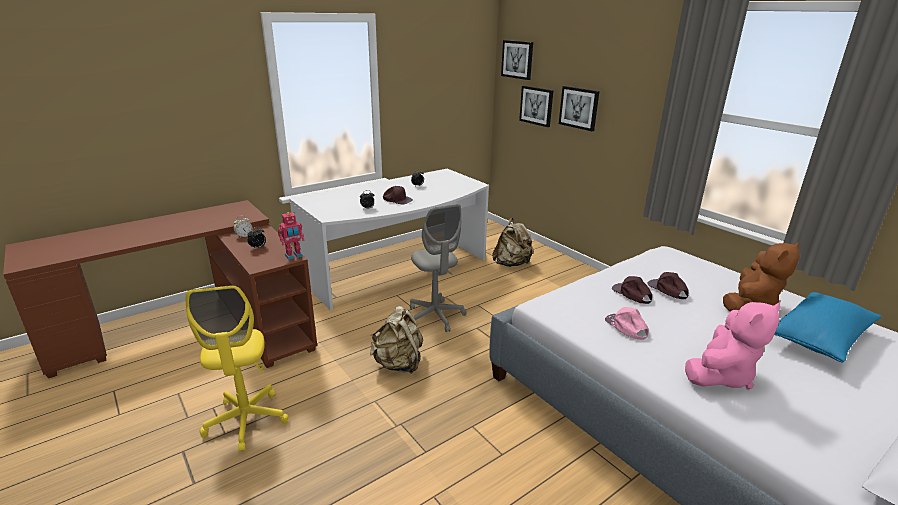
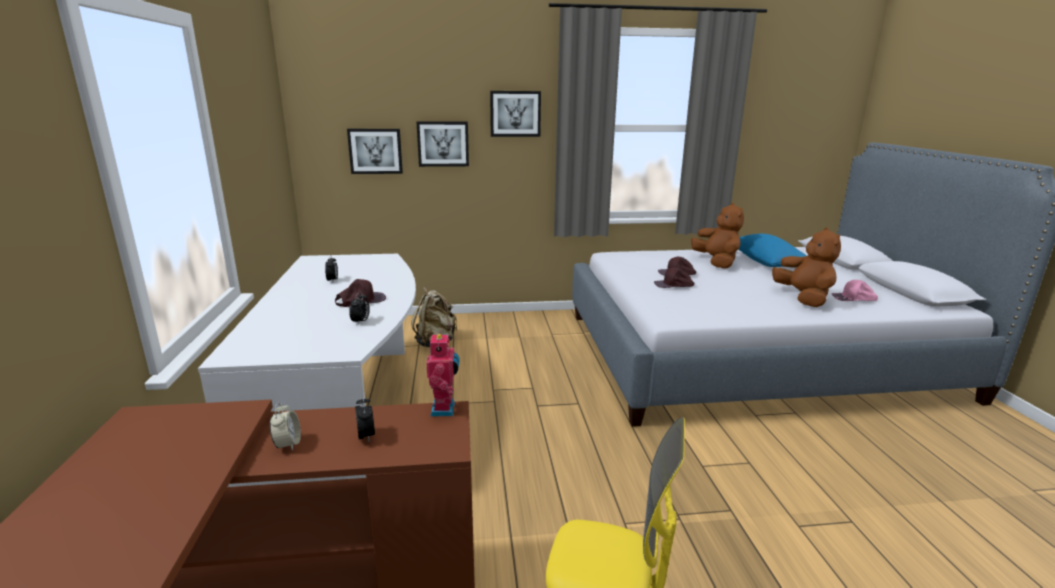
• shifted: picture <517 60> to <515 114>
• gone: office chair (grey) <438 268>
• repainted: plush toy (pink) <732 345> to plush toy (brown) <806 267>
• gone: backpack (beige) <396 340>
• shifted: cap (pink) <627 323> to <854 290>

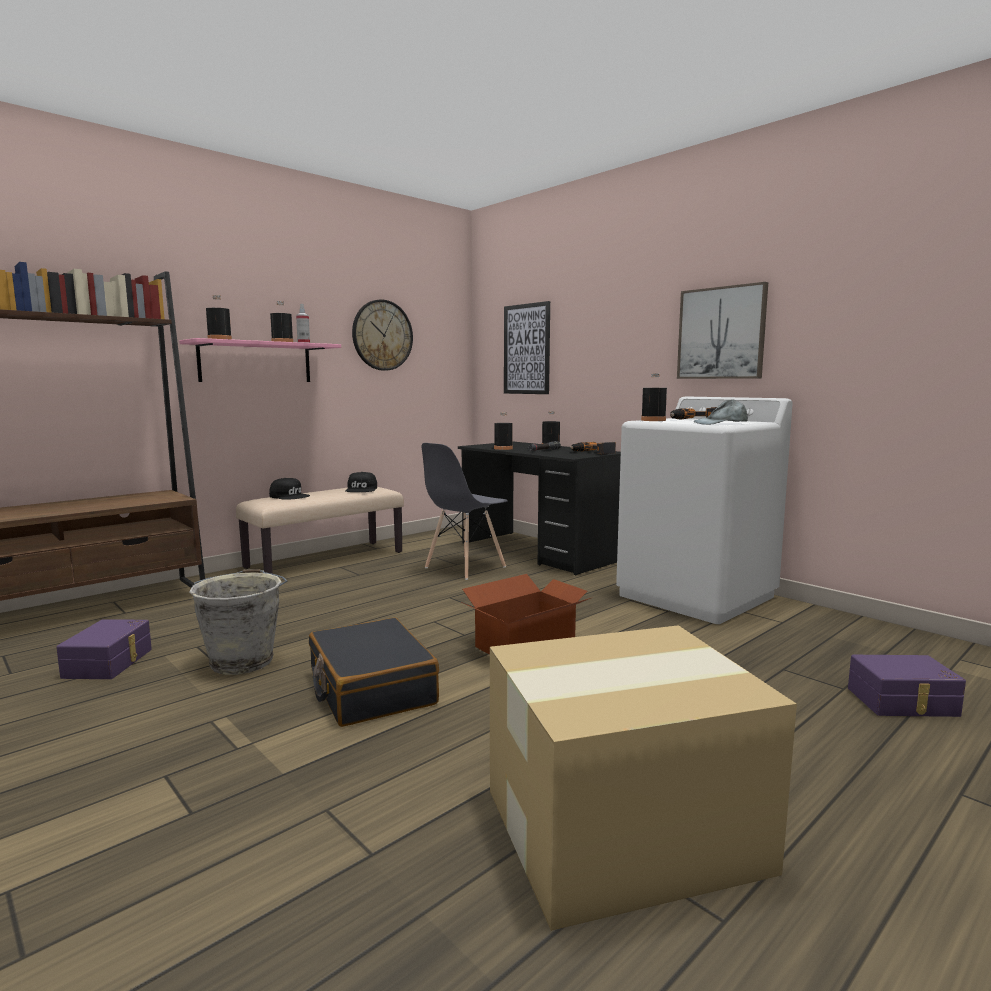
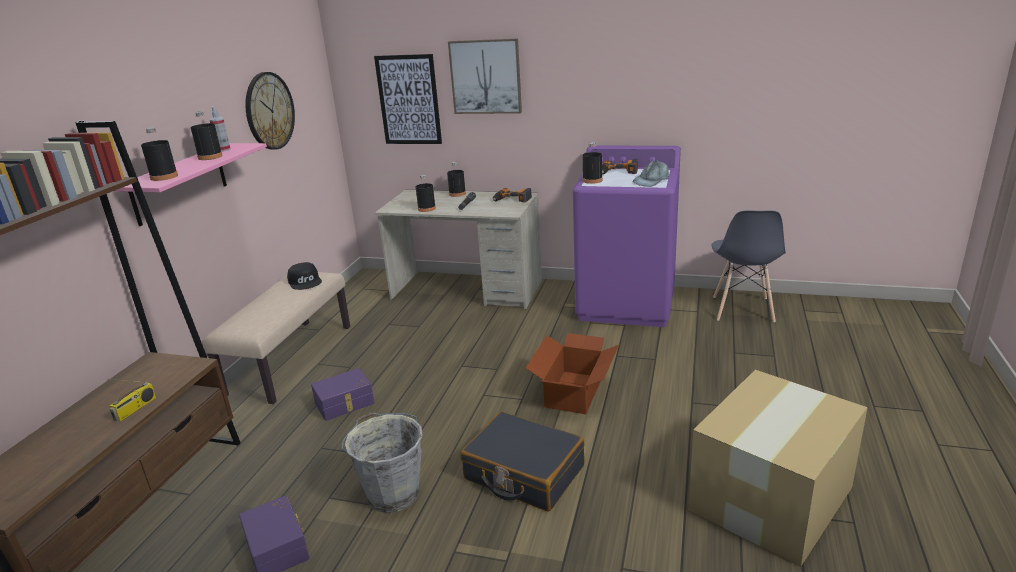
• shifted: picture <722 330> to <485 76>
• repainted: washing machine (white) <704 510> to washing machine (purple) <627 236>
• repainted: desk (black) <539 509> to desk (beige) <458 249>
• shifted: chair (grey) <465 511> to <749 266>
• gone: cap (black) <289 489>
• shifted: storage box (purple) <907 686> to <342 394>
• new: radio <132 400>

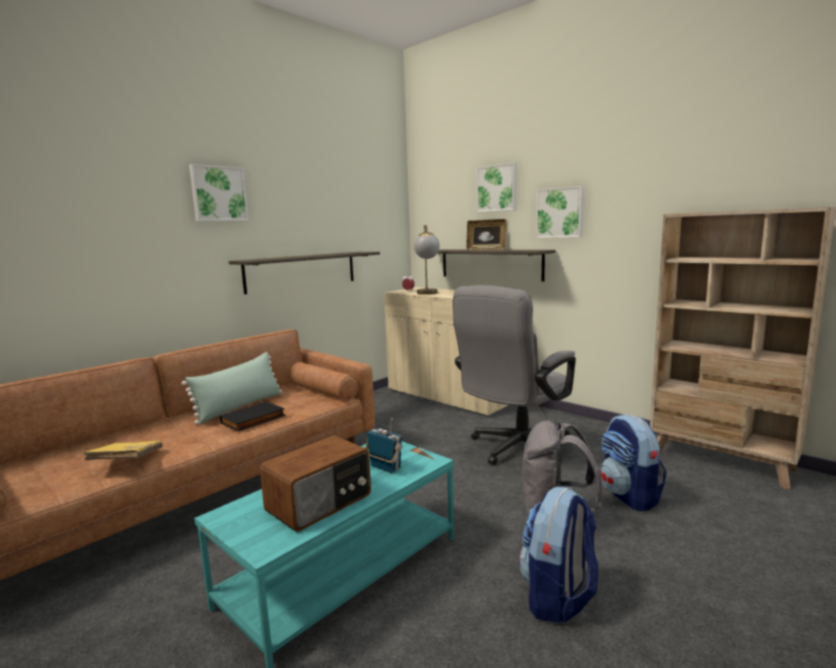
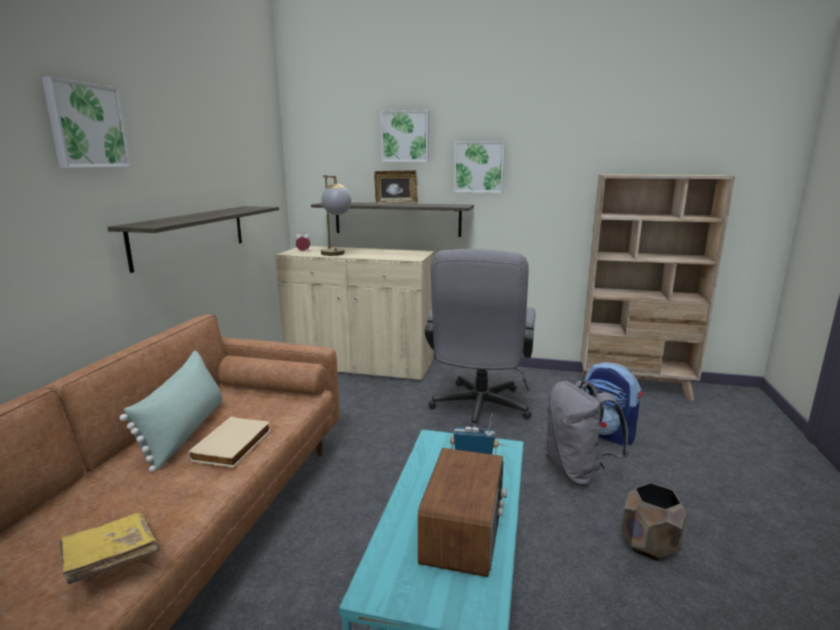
• repainted: book (black) <253 416> to book (beige) <229 442>
• swapped: backpack <558 555> to planter (brown) <654 522>

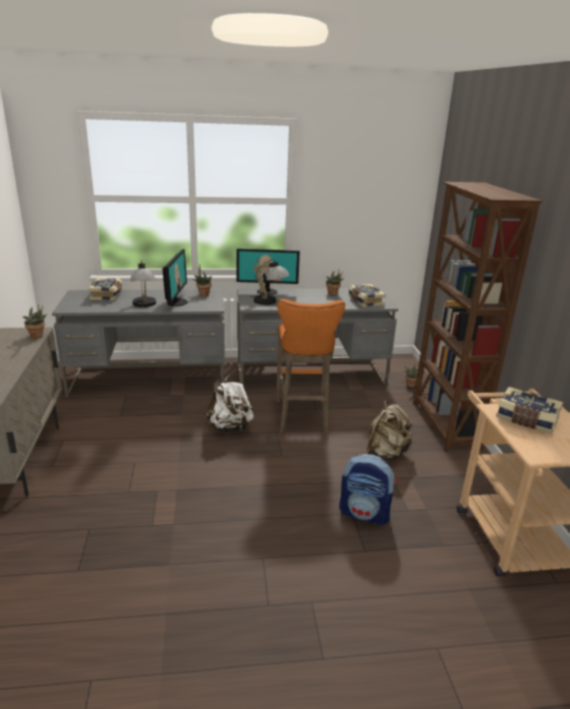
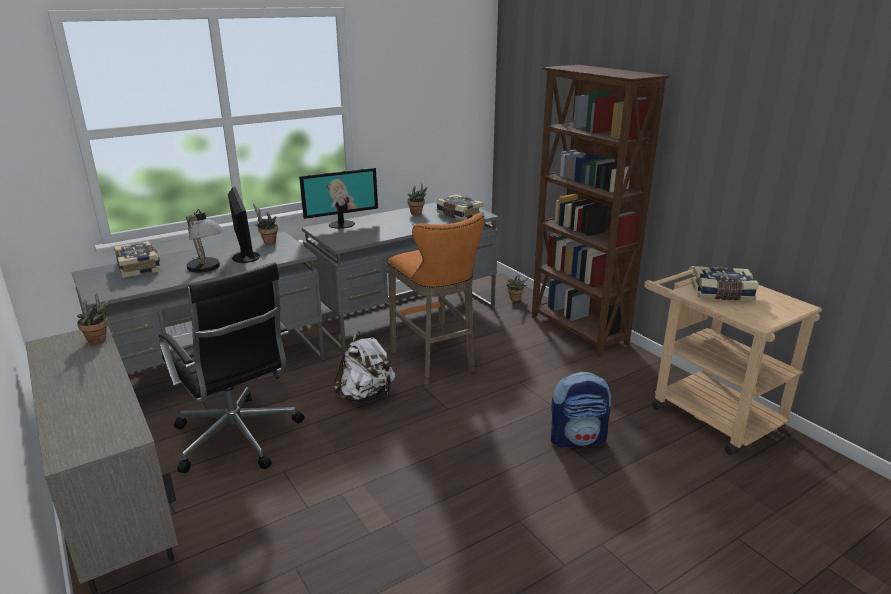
• gone: table lamp <270 282>
• gone: backpack (beige) <389 430>
• new: office chair (black) <232 367>

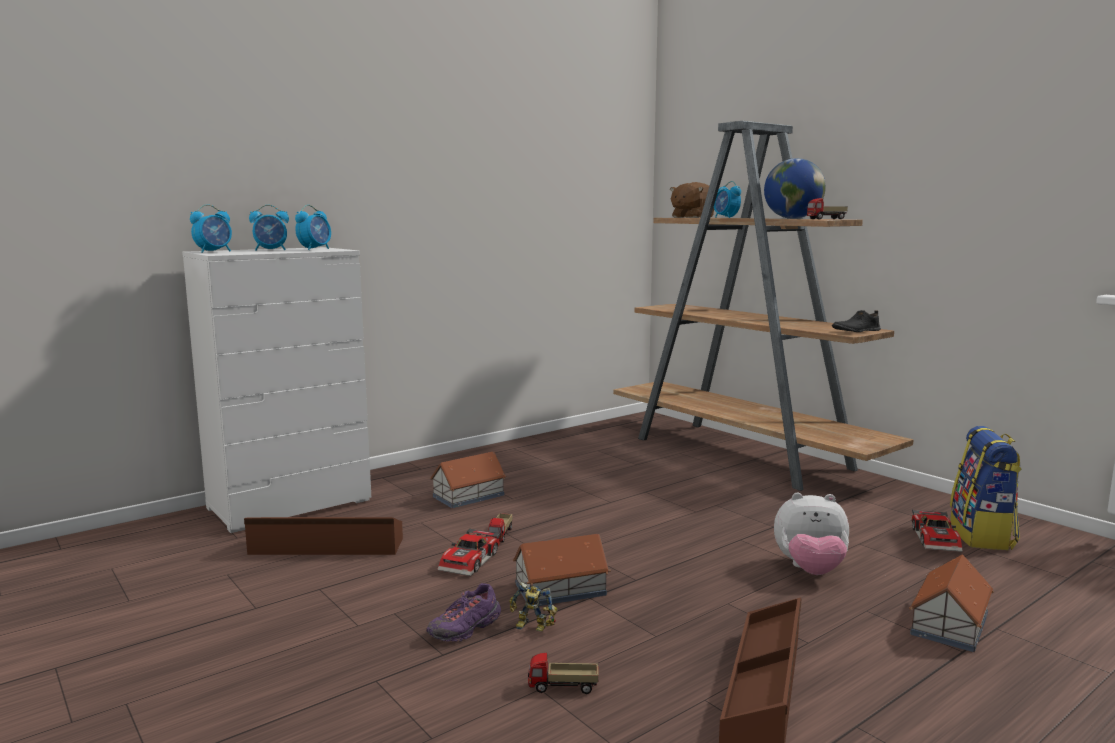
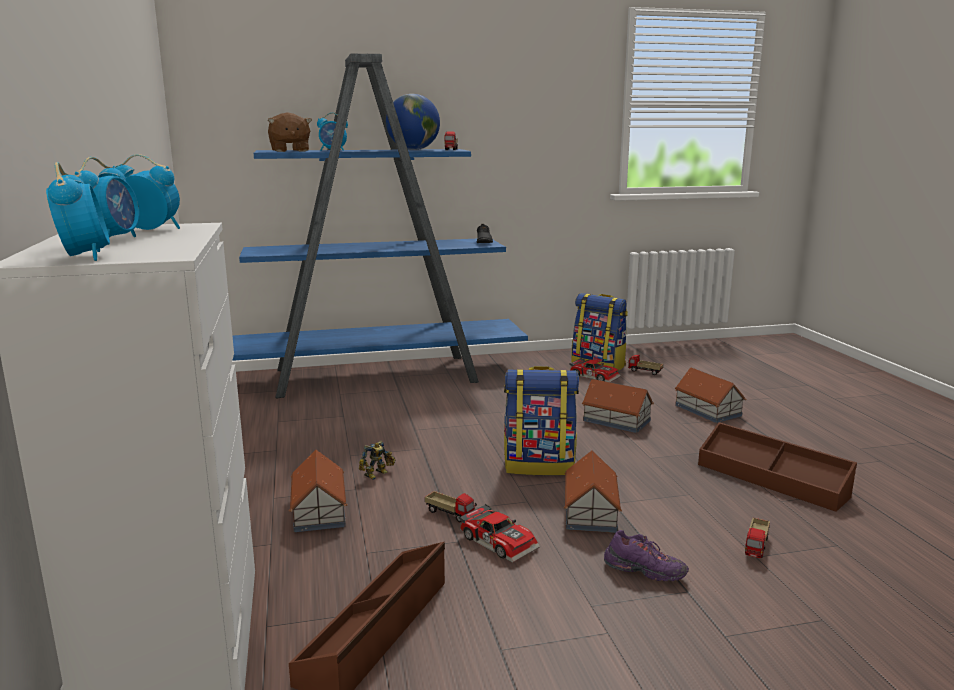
• repainted: bookcase (brown) <763 306> to bookcase (blue) <380 226>
• rotated: alarm clock <313 227> = <146 192> 45 degrees counterclockwise
• swapped: plush toy <811 534> to toy house <618 406>
• shifted: toy robot <533 607> to <377 460>
• rotated: shoe (purple) <463 612> = <646 555> 45 degrees counterclockwise
• new: toy truck <645 365>
• new: backpack <541 421>

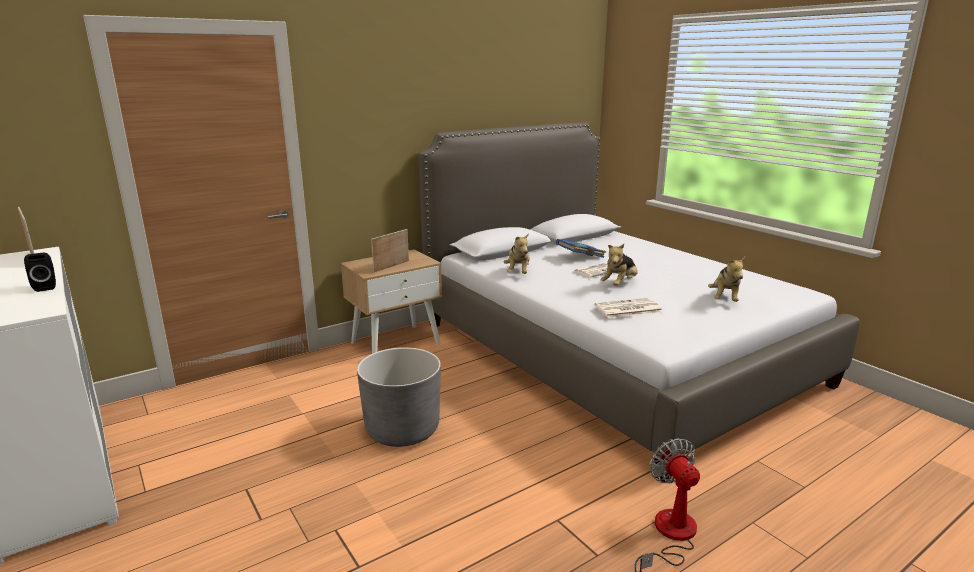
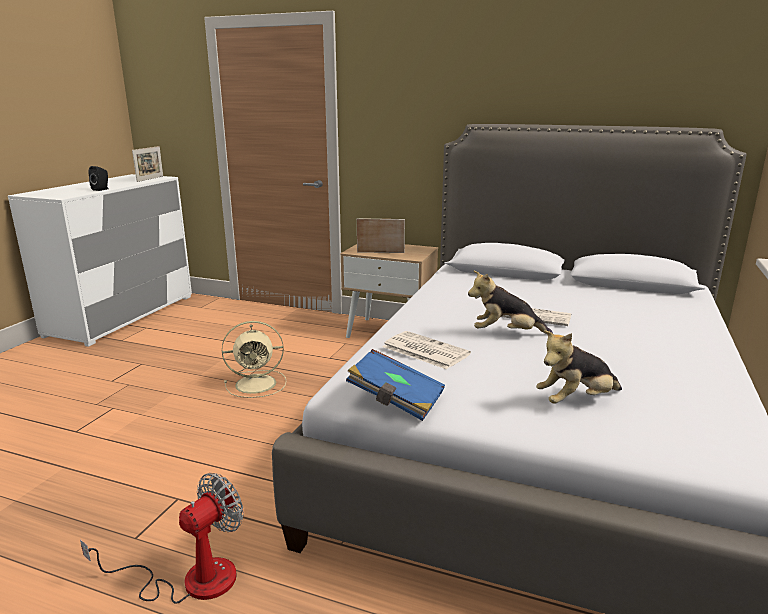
• gone: plush toy <517 253>
• shifted: book (blue) <581 248> to <395 385>
• swapped: planter (grey) <399 397> to fan (beige) <254 359>

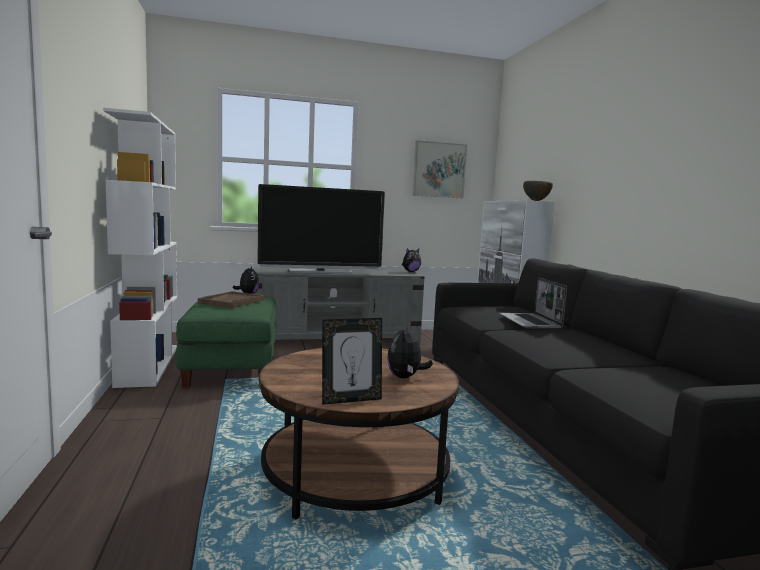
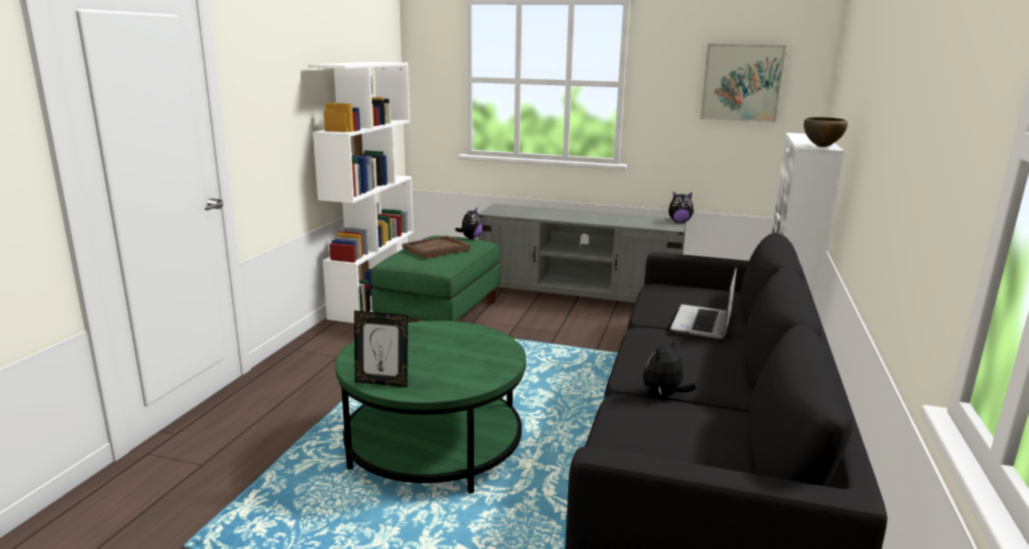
• gone: television <321 229>
• shifted: plush toy <410 351> to <669 367>
• repainted: coffee table (brown) <359 433> to coffee table (green) <430 407>

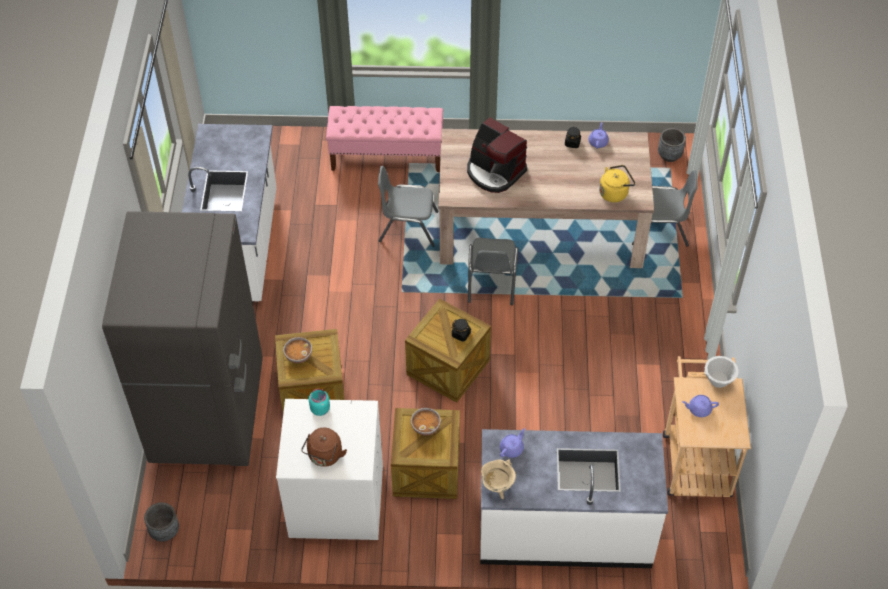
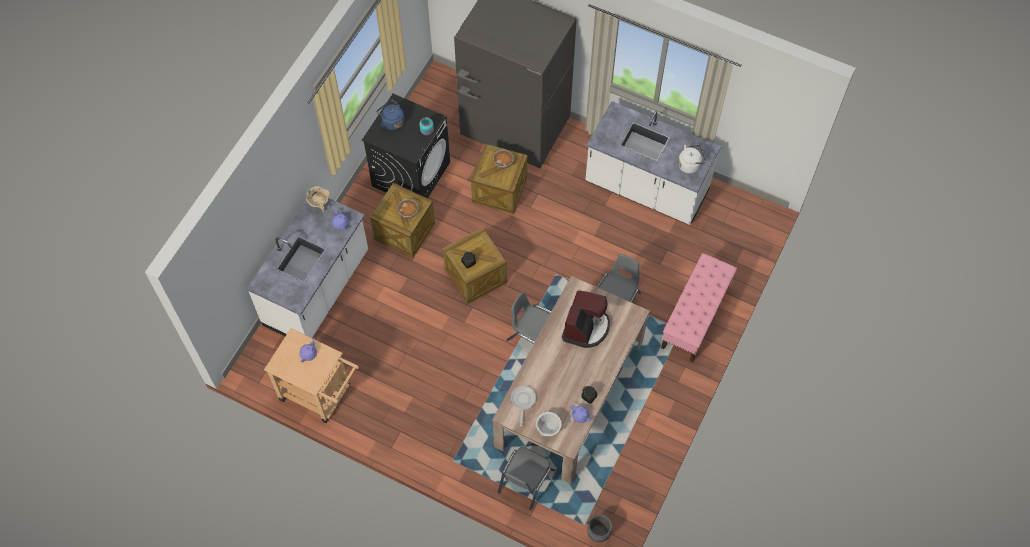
• rotated: coffee machine <497 155> = <586 319> 135 degrees clockwise
• swapped: kettle (yellow) <617 183> to frying pan <523 406>
• shifted: bowl (white) <721 372> to <549 424>
• repainted: washing machine (white) <329 469> to washing machine (black) <406 146>
• repainted: kettle (brown) <324 447> to kettle (blue) <390 115>
• gone: planter (grey) <161 522>
• new: kettle (white) <692 159>

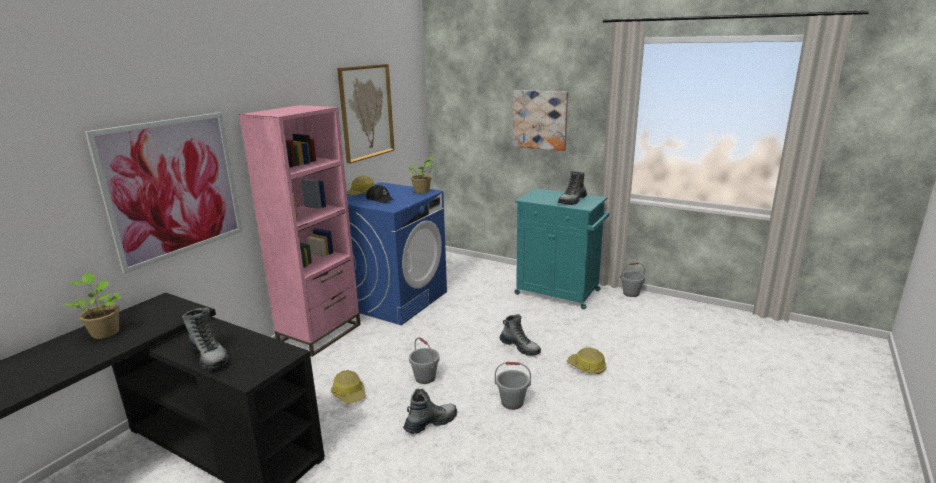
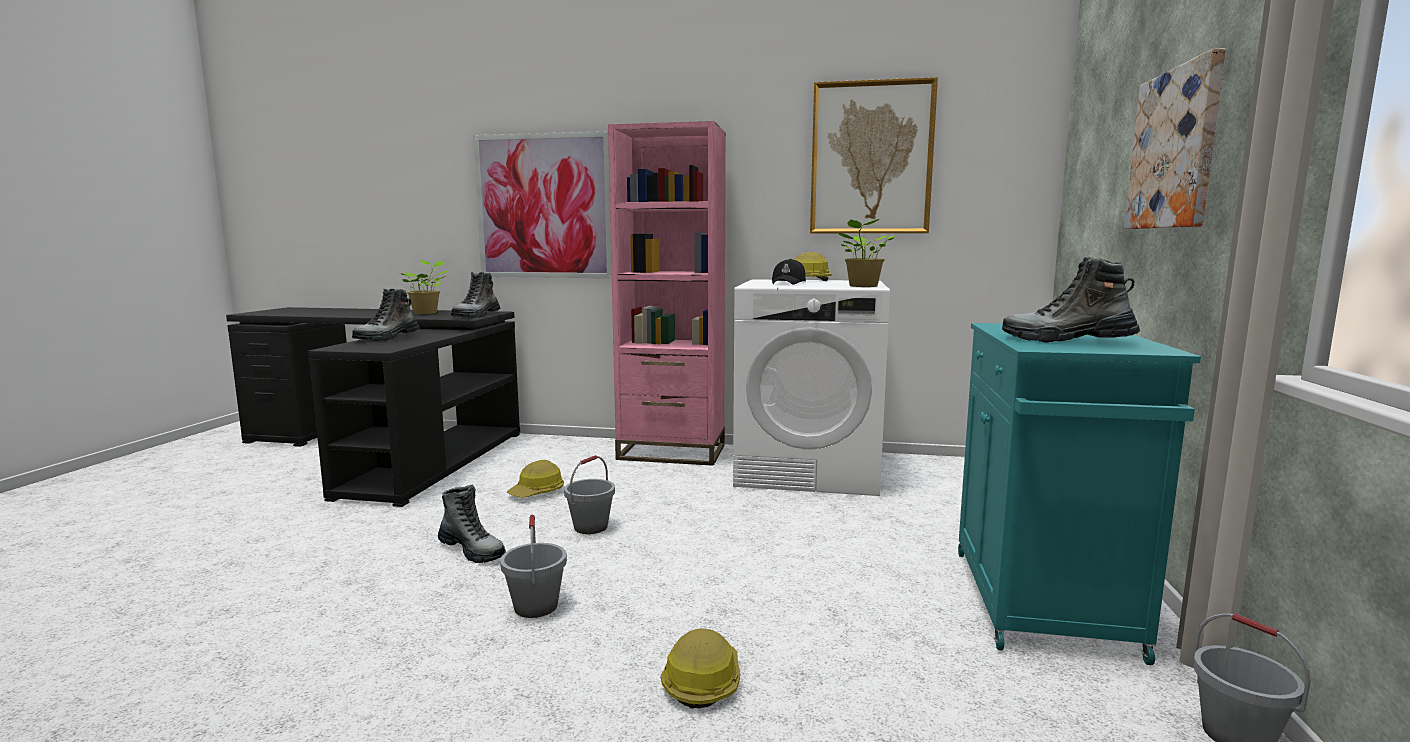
• repainted: washing machine (blue) <397 253> to washing machine (white) <811 387>
• shifted: boot <520 335> to <476 295>

